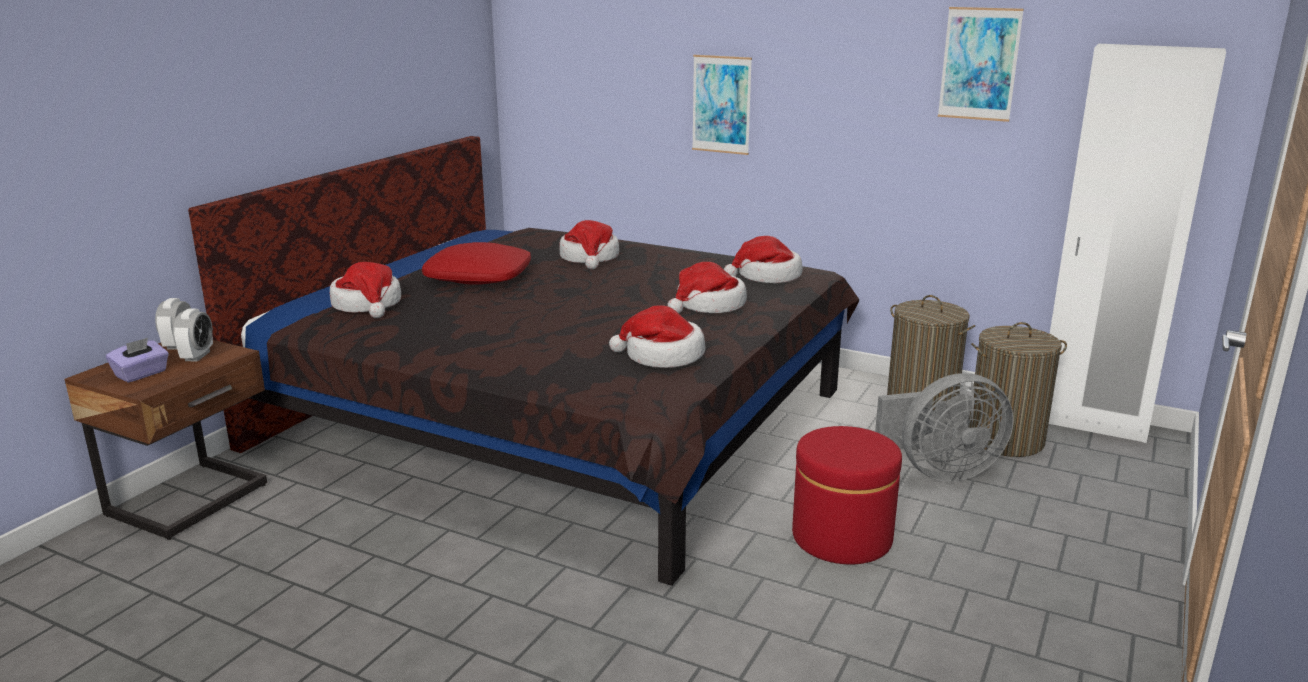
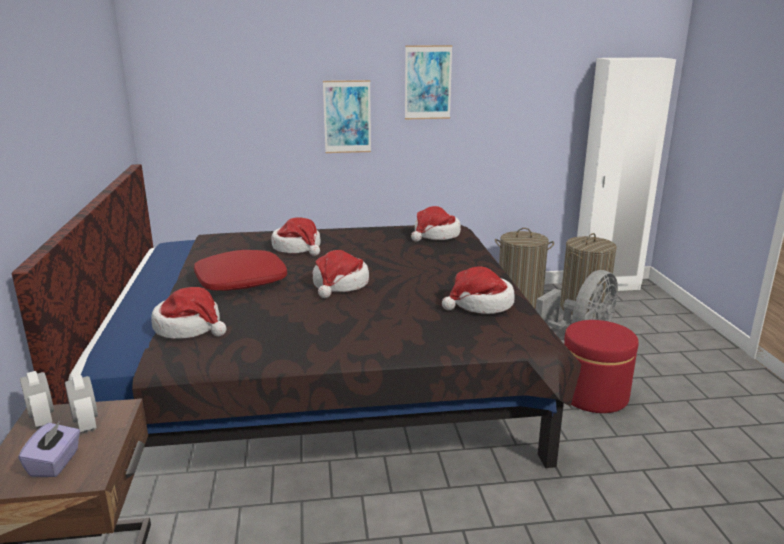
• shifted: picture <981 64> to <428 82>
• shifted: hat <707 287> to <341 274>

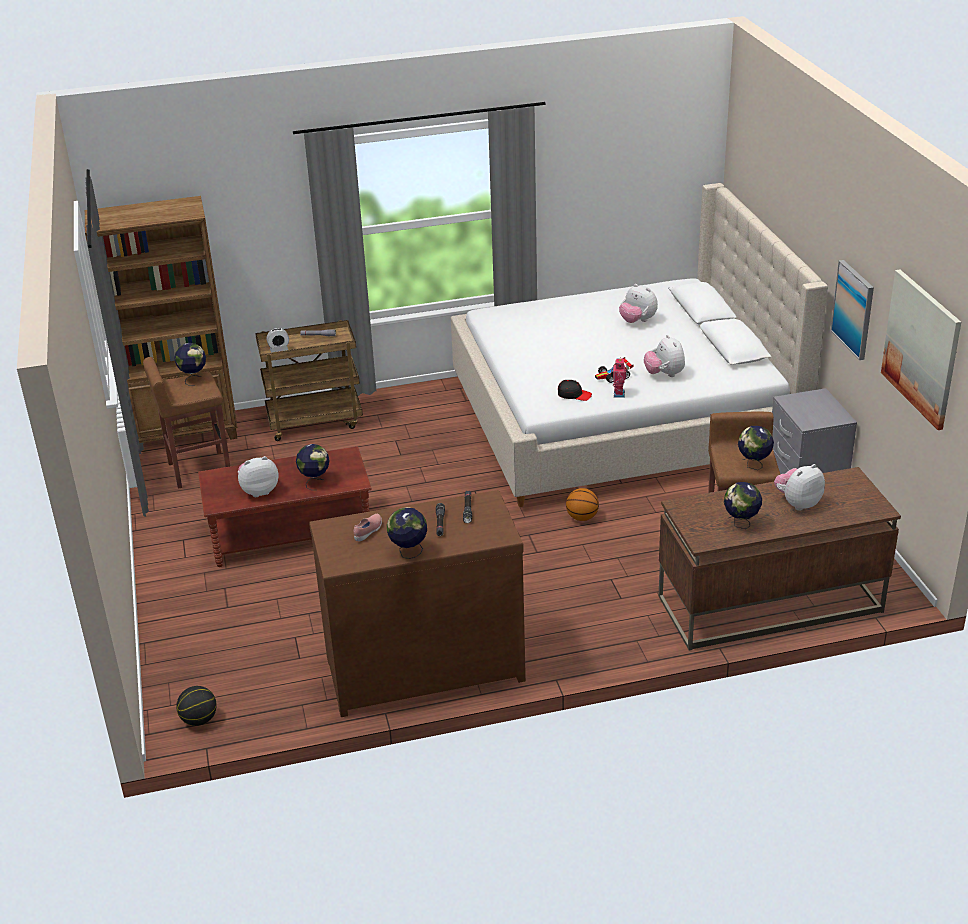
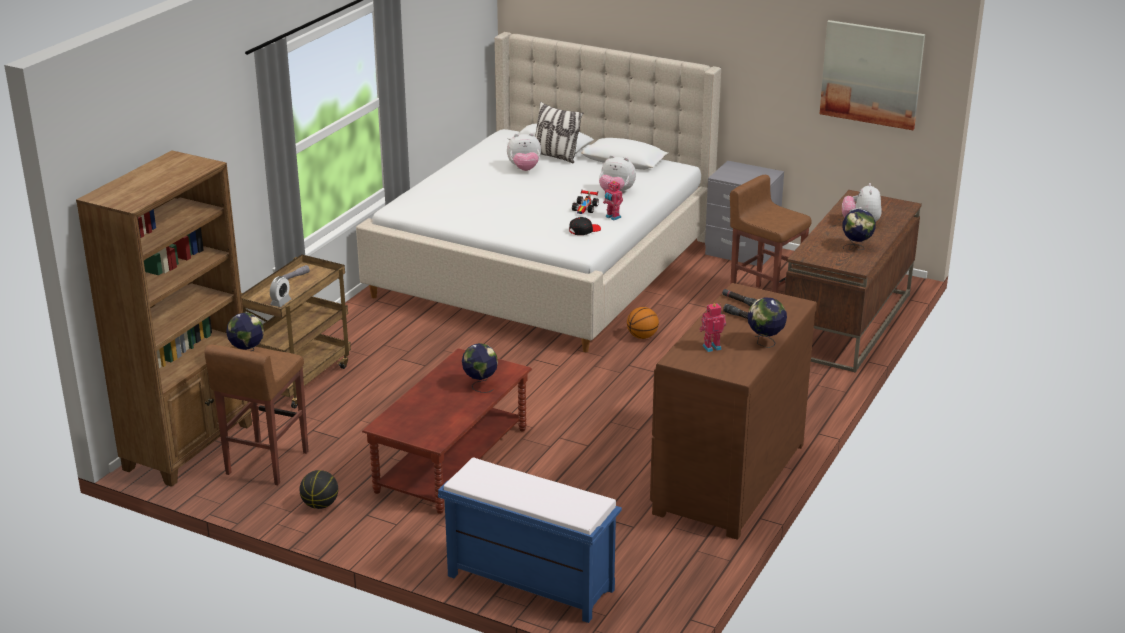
• gone: picture <852 310>
• gone: globe <756 448>
• gone: plush toy <258 476>
• swapped: shoe (pink) <368 527> to toy robot <712 327>
• shifted: basketball <196 706> to <319 489>
• new: pillow <559 132>
• new: bench (blue) <530 540>

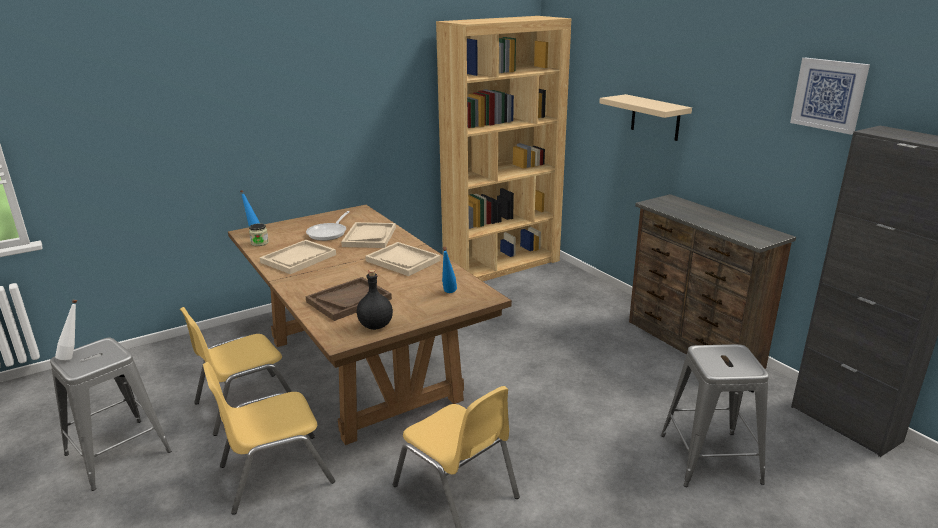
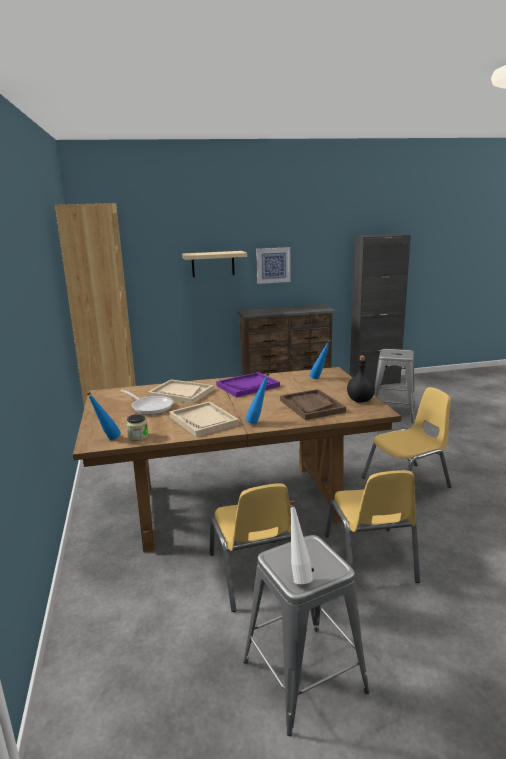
• shifted: picture <830 96> to <273 265>
• repainted: tray (beige) <403 259> to tray (purple) <248 385>
• new: bottle (blue) <257 398>

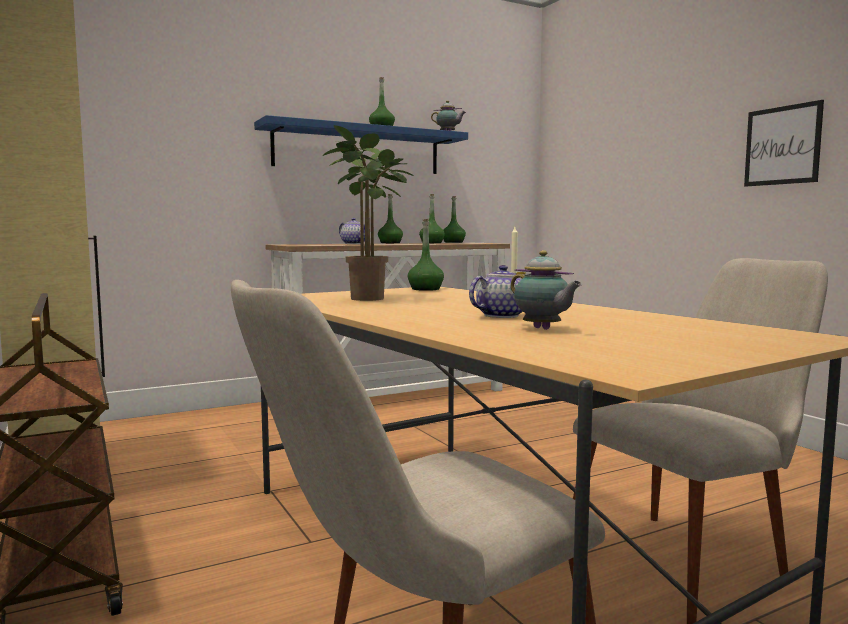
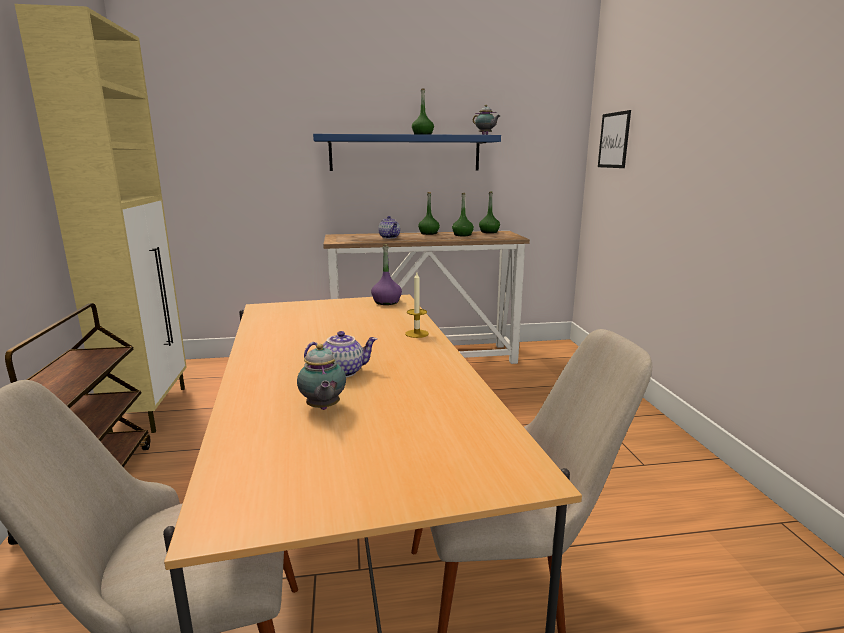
• shifted: picture <784 143> to <614 139>
• gone: potted plant <368 213>
• repainted: bottle (green) <426 255> to bottle (purple) <386 274>

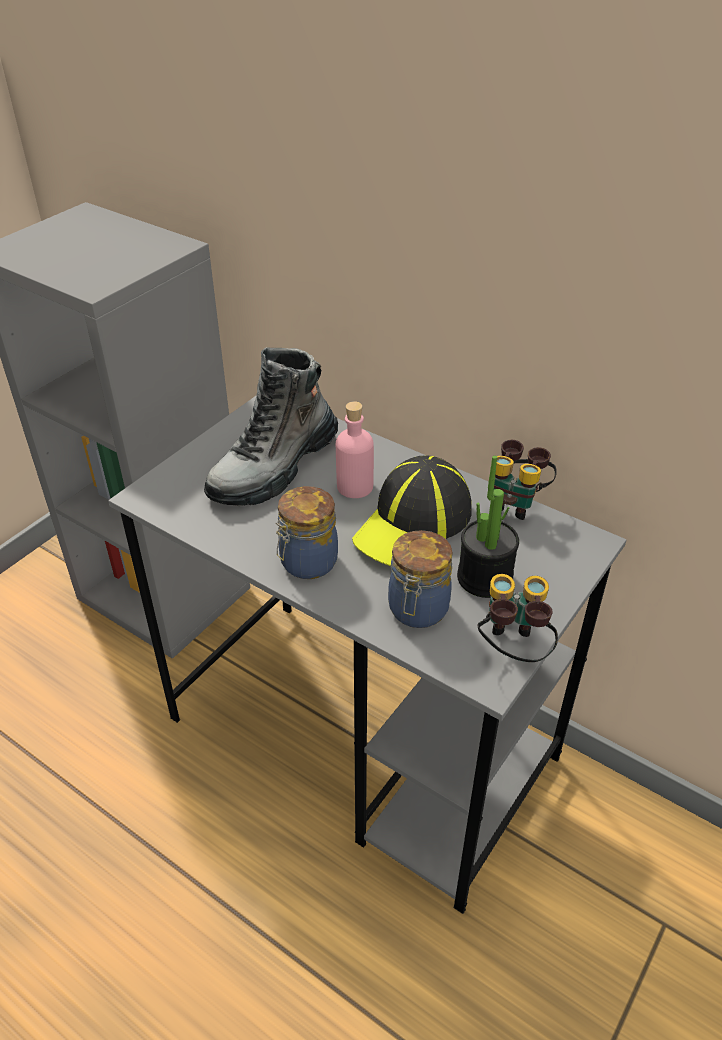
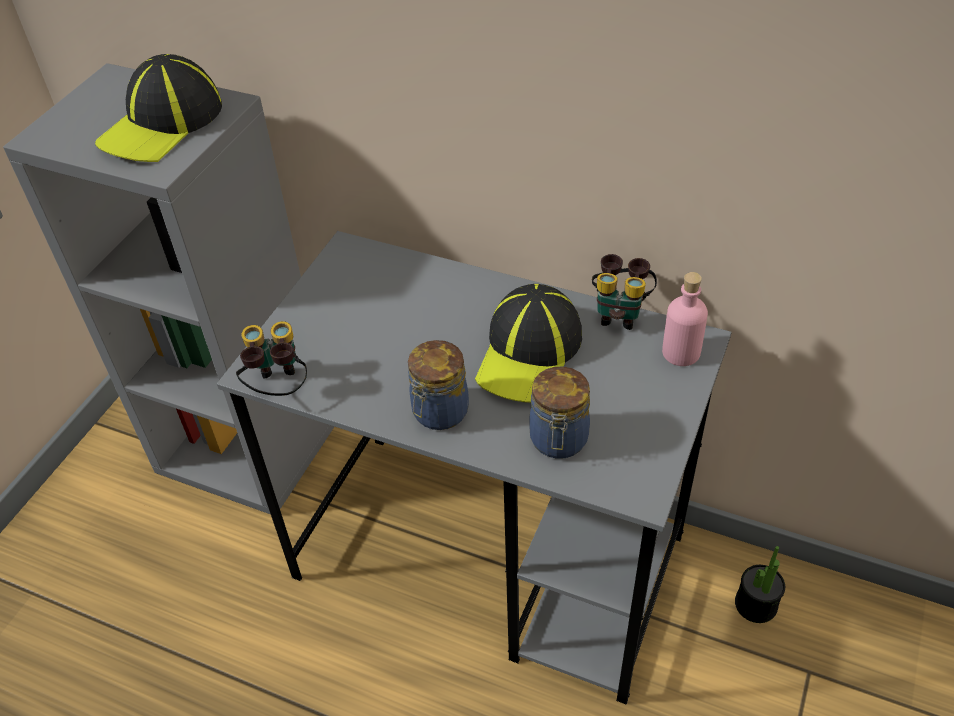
• gone: boot <271 426>
• shifted: bottle (pink) <355 449> to <685 319>
• shifted: potted plant <488 527> to <760 584>
• shifted: binoculars <518 618> to <271 358>
• new: cap <158 108>

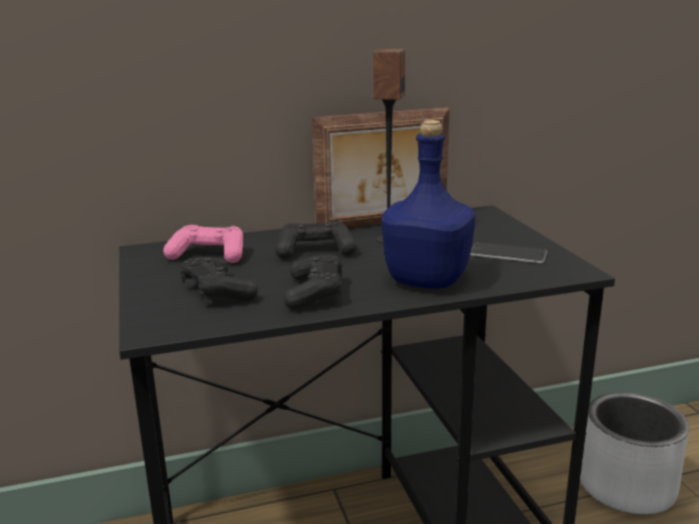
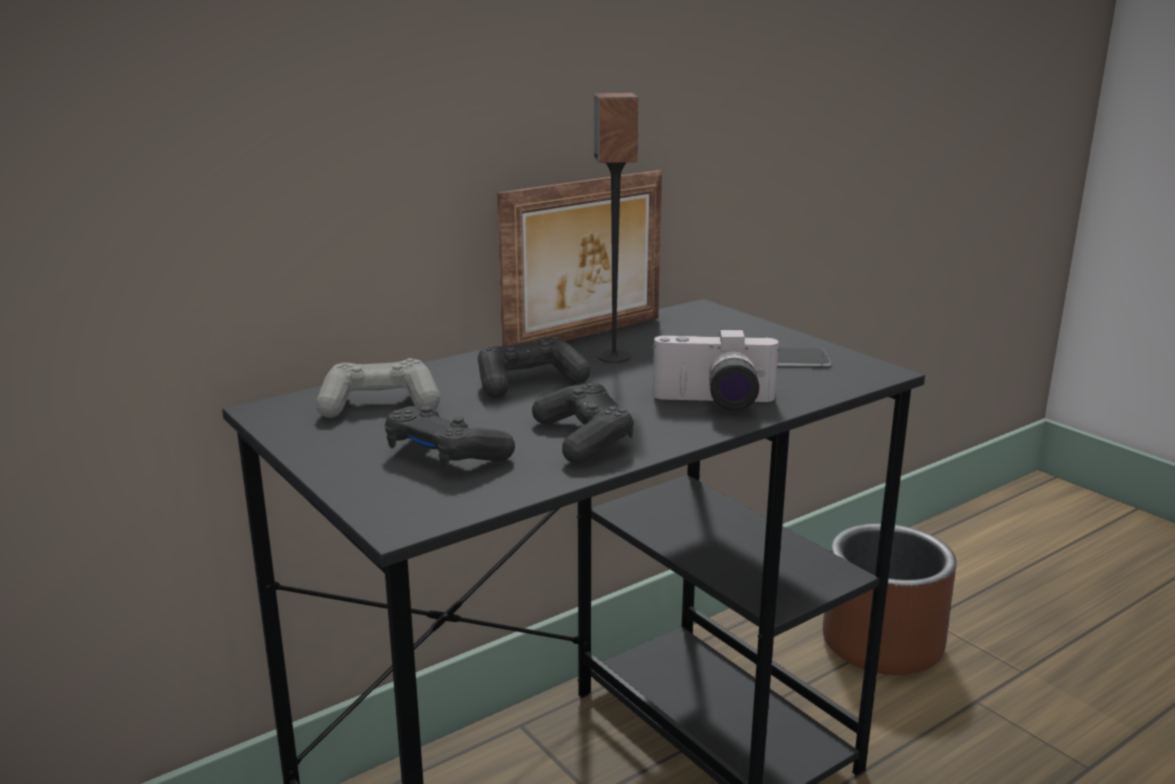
• swapped: bottle (blue) <428 204> to photo camera <716 369>
• repainted: game controller (pink) <203 244> to game controller (grey) <378 388>
• repainted: planter (grey) <634 453> to planter (brown) <890 599>

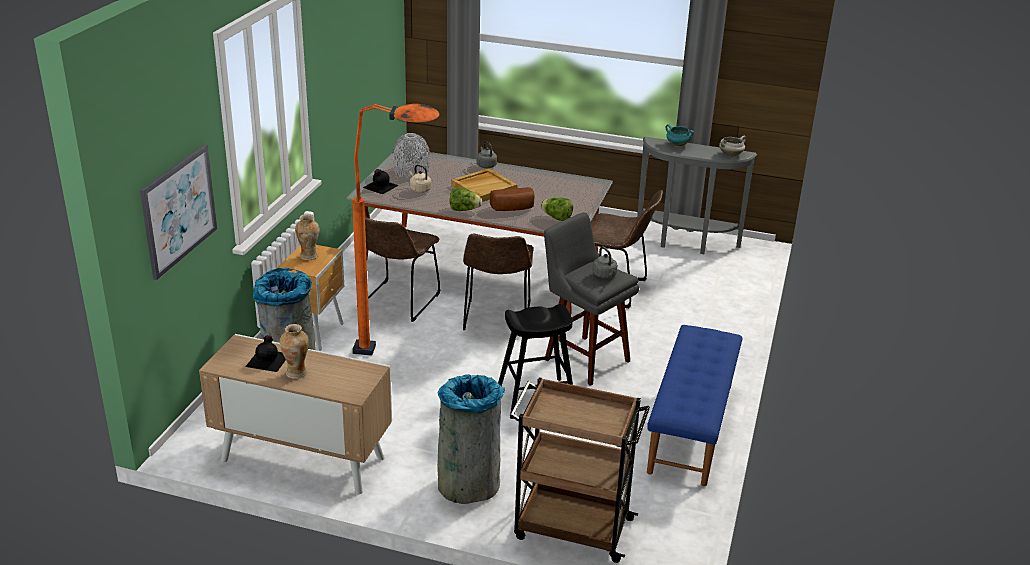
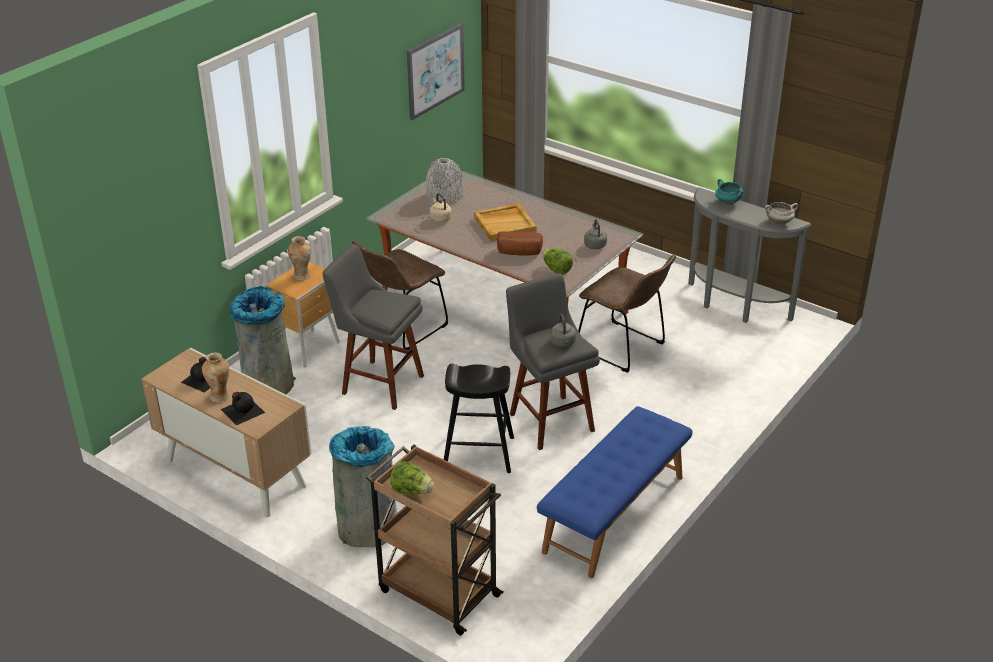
• swapped: floor lamp (orange) <395 230> to stool (grey) <373 327>
• shifted: kettle (grey) <487 154> to <595 234>
• shifted: picture <178 212> to <436 71>
• shifted: bottle (black) <381 181> to <243 409>
• shifted: lettuce <466 199> to <412 477>
• gone: chair (brown) <498 282>

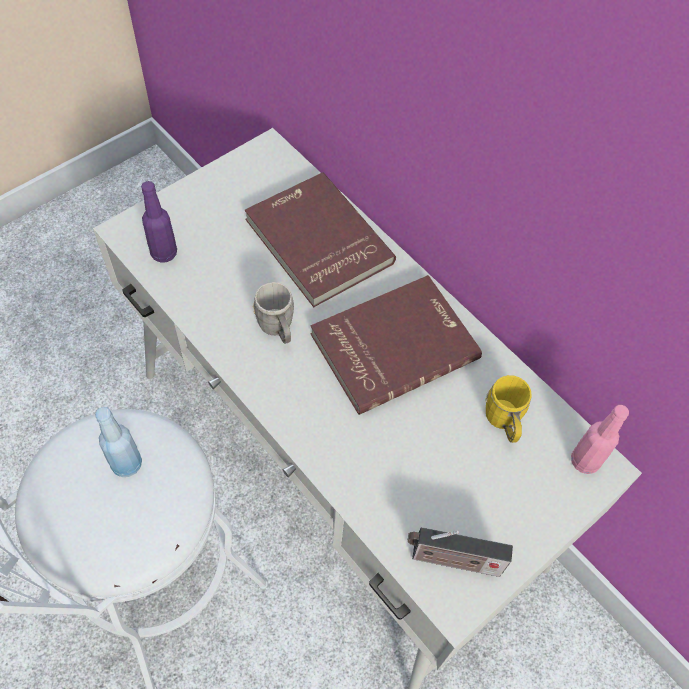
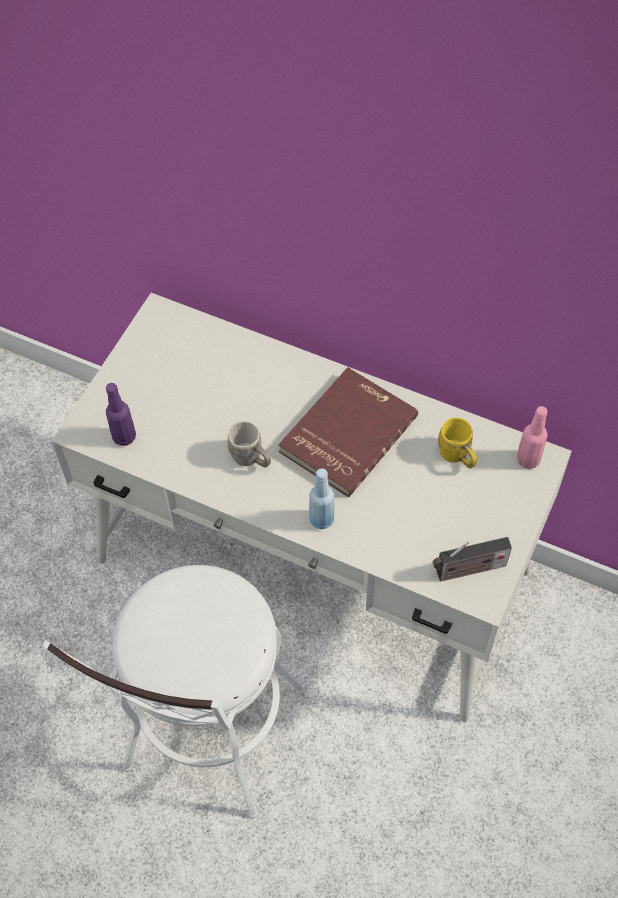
• gone: book (red) <320 239>
• shifted: bottle (blue) <118 442> to <321 498>

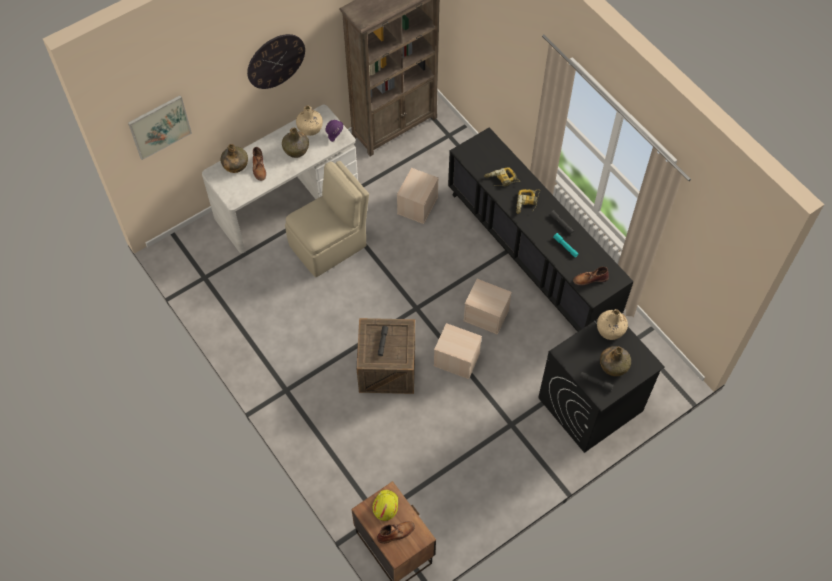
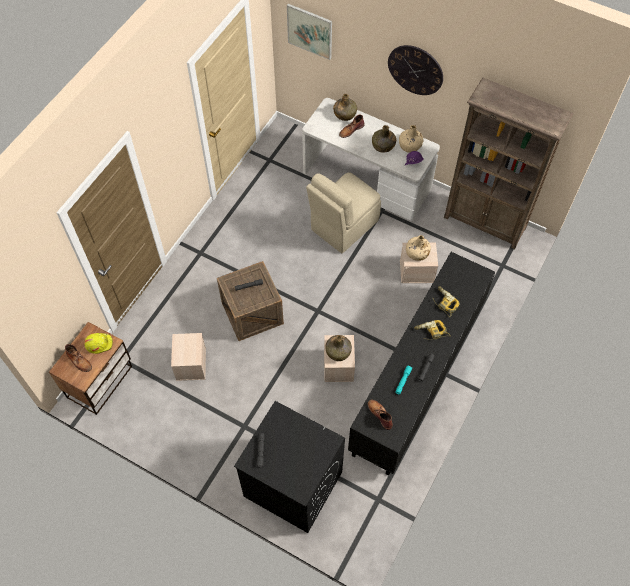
• rotated: chair (beige) <327 219> = <343 212> 105 degrees clockwise
• shifted: bottle (beige) <612 324> to <418 248>
• shifted: storage box (beige) <458 351> to <188 357>
• shifted: bottle (green) <615 361> to <338 348>

